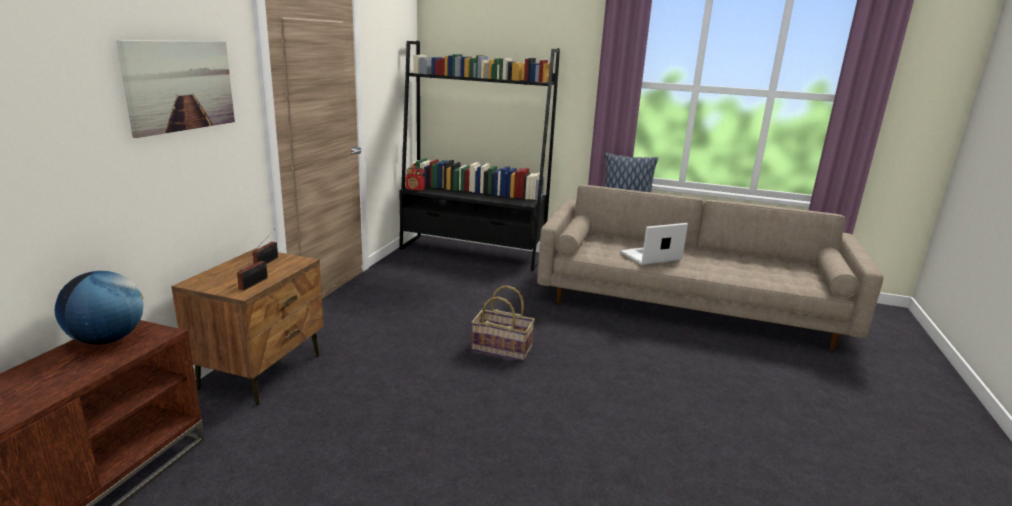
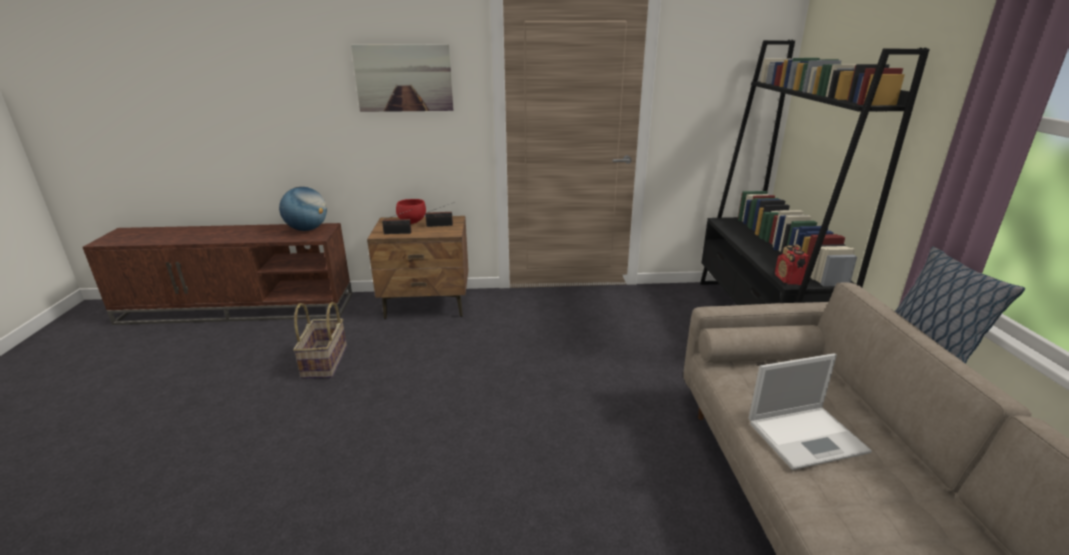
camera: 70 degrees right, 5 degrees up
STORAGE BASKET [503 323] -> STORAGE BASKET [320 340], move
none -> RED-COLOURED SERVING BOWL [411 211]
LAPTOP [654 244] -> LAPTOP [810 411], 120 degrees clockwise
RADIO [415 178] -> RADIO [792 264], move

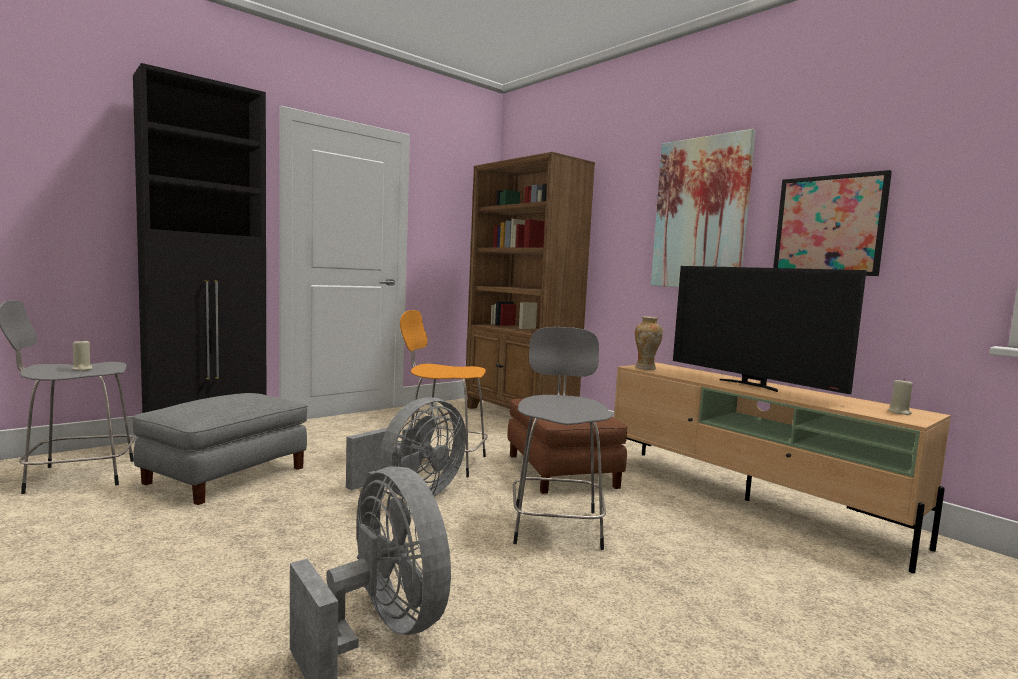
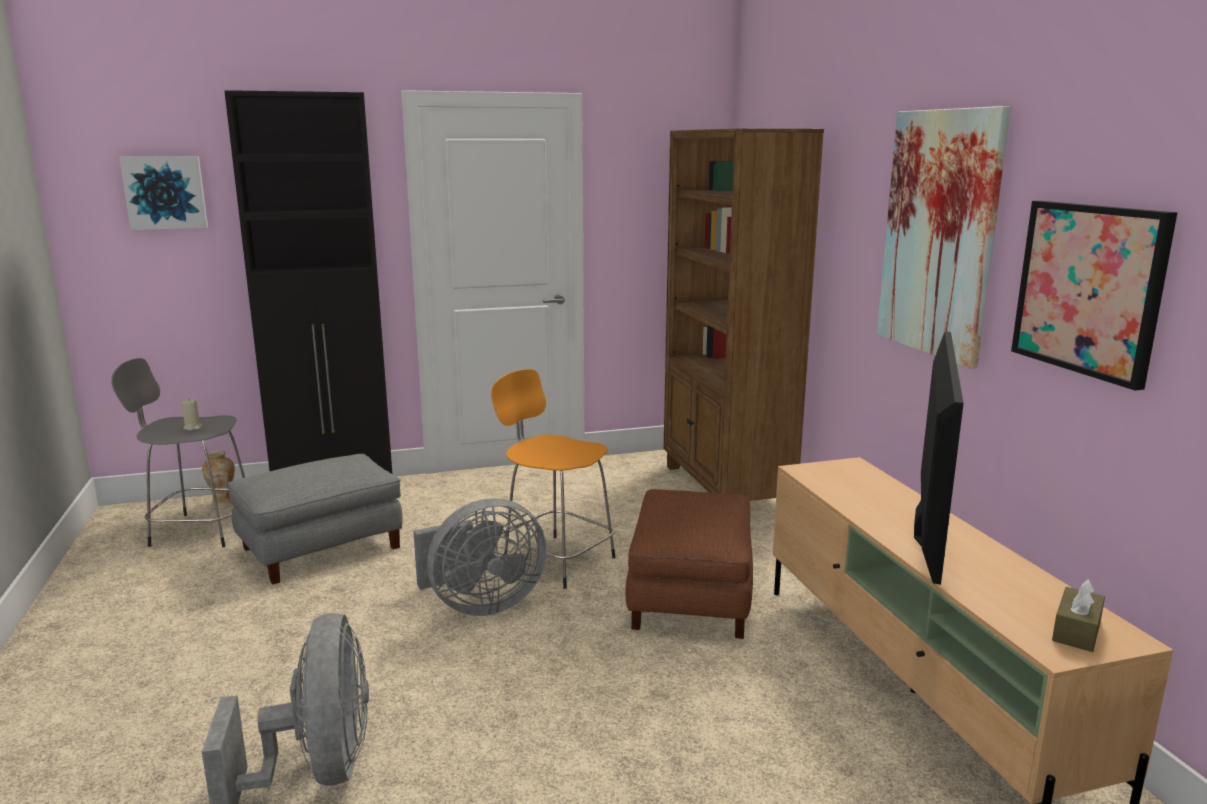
camera: 25 degrees right, 10 degrees up
none -> WALL PICTURE [163 193]
FLOWER VASE [649 343] -> FLOWER VASE [218 479], move
TV [769 330] -> TV [939 458], 150 degrees counterclockwise
SAND-COLOURED CANDLE [900 396] -> BROWNISH TISSUE BOX [1078 615]
GRAY STOOL SEAT [562 438] -> none

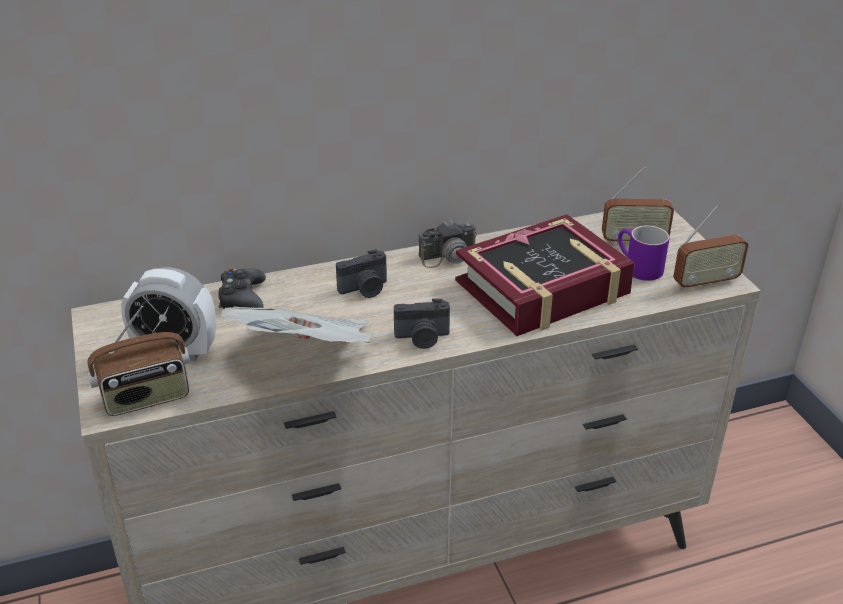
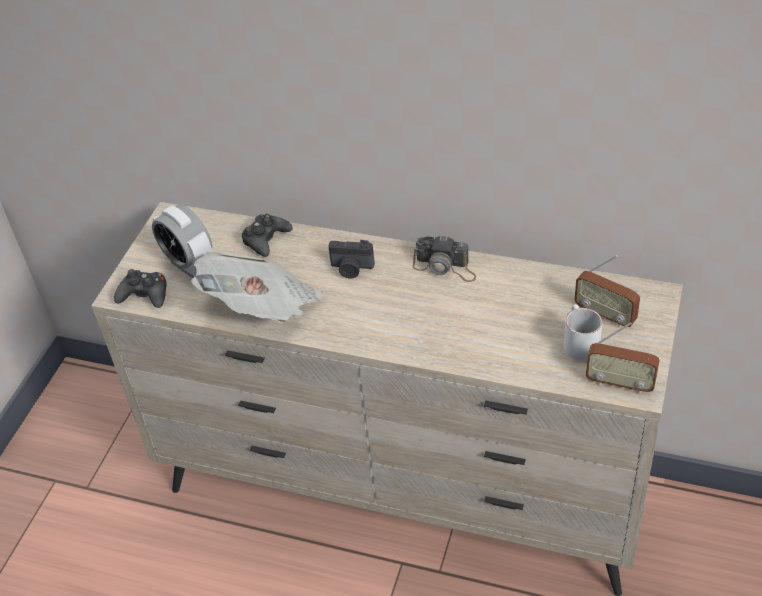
camera: 40 degrees right, 10 degrees up
RADIO [138 361] -> BLACK-COLOURED GAME CONTROLLER [140 288]
PURPLISH TEA MUG [644 253] -> WHITE-COLOURED TEA MUG [583 332]
STILL CAMERA [422 324] -> none
BOOK [545 275] -> none

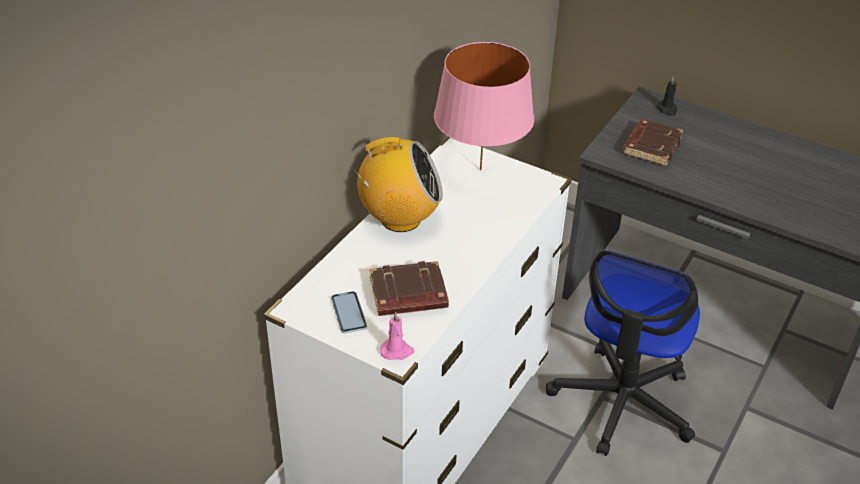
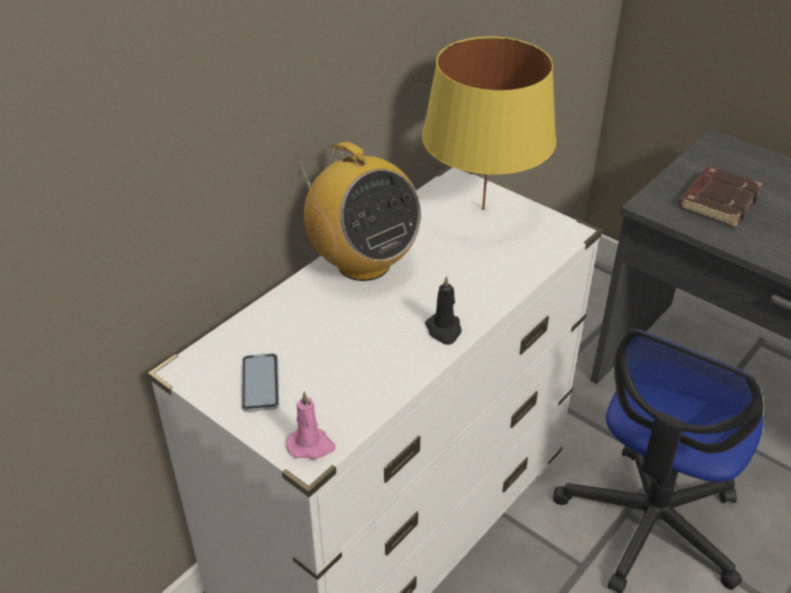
camera: 10 degrees right, 0 degrees up
RADIO [398 184] -> RADIO [360 211], 45 degrees clockwise
PINK-COLOURED TABLETOP LAMP [484 106] -> YELLOW-COLOURED TABLETOP LAMP [489 123]
BLACK-COLOURED CANDLE [666 96] -> BLACK-COLOURED CANDLE [443 310], move
BROWNISH BOOK [409 288] -> none

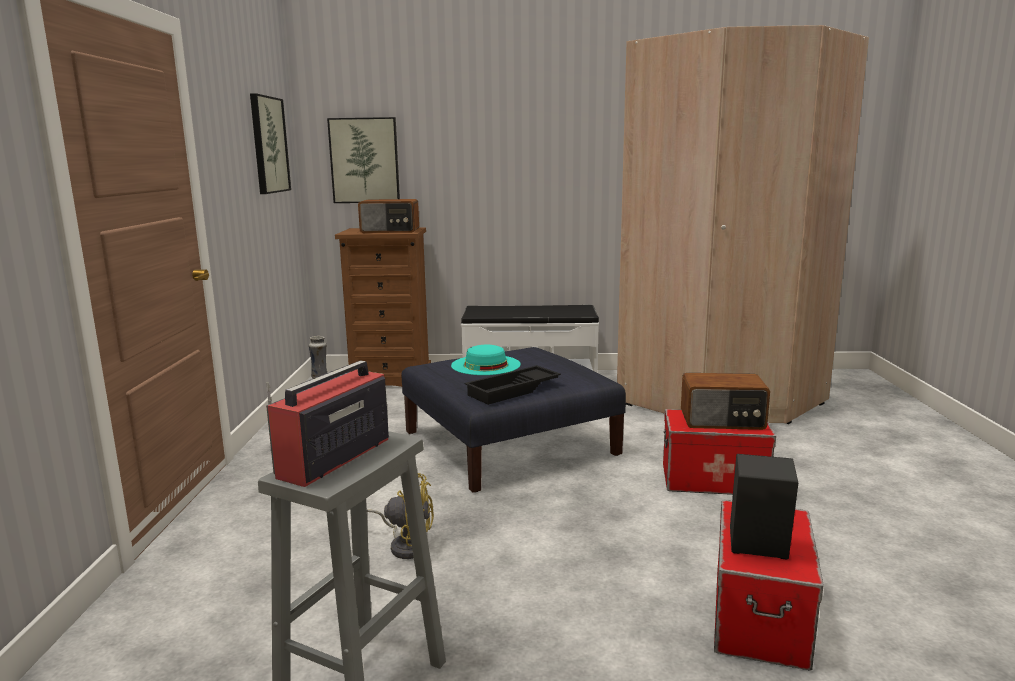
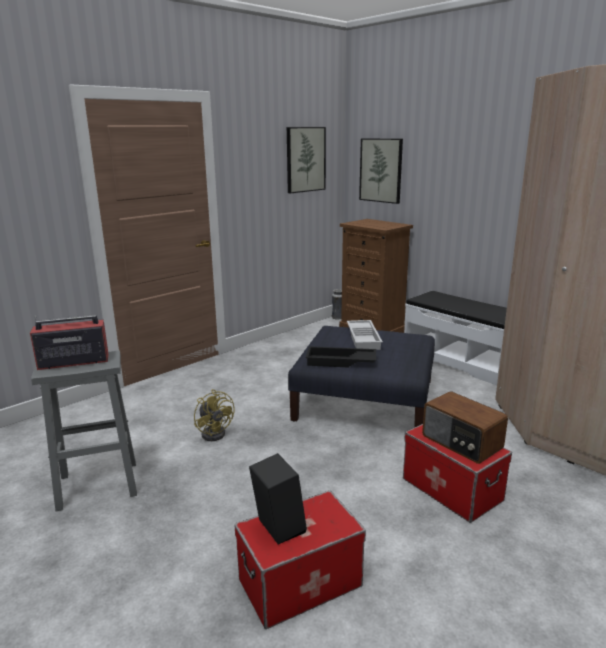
camera: 45 degrees right, 5 degrees up
TURQUOISE CLOTHING HAT [486 360] -> WHITE-COLOURED TRAY [365 335]
RADIO [388 216] -> none

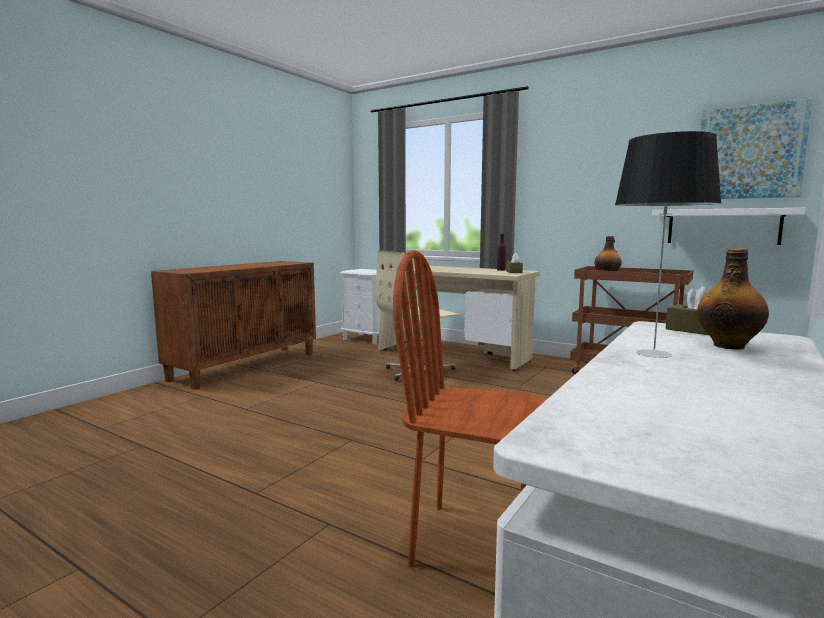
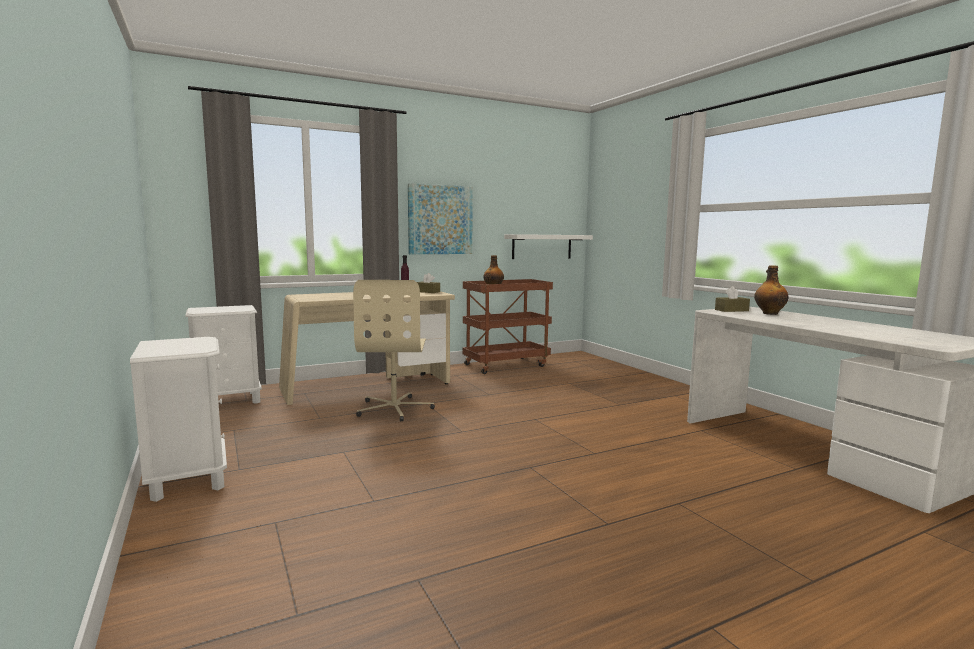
camera: 60 degrees left, 0 degrees up
BROWNISH STORAGE CABINET [233 325] -> WHITE-COLOURED NIGHTSTAND [178 419]
WALL PICTURE [756 149] -> WALL PICTURE [440 218], move
BROWNISH UPRIGHT CHAIR [470 408] -> none
TABLETOP LAMP [668 244] -> none

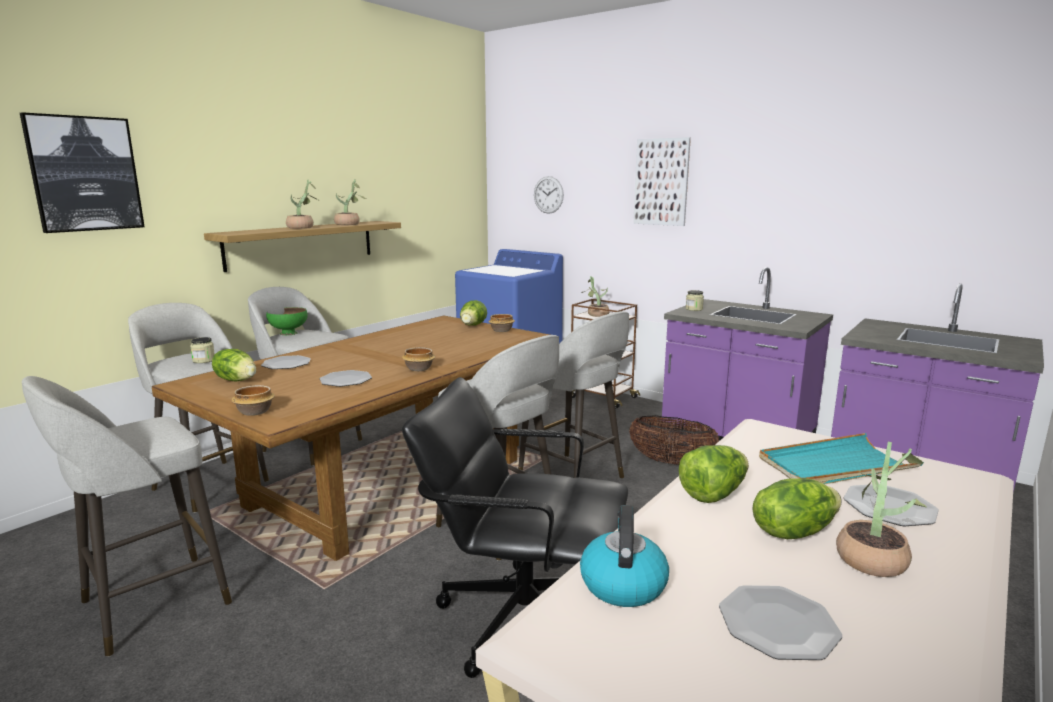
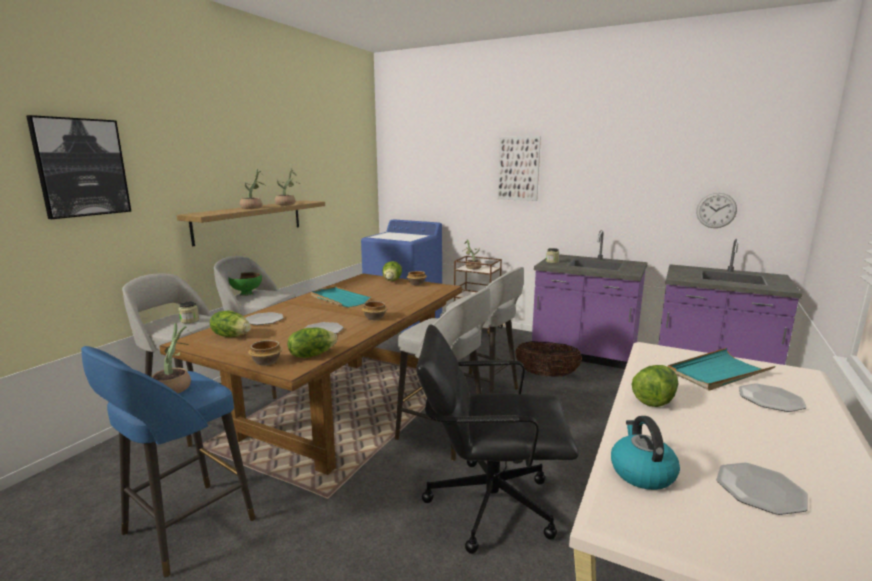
camera: 10 degrees left, 0 degrees up
GRAY STOOL SEAT [127 516] -> BLUE STOOL SEAT [168 462]
POTTED PLANT [881 509] -> POTTED PLANT [172 358], move
LETTUCE HEAD [796 508] -> LETTUCE HEAD [312 342], move
none -> TURQUOISE TRAY [341 296]
CLOCK ON THE WALL [549 195] -> CLOCK ON THE WALL [716 210], move

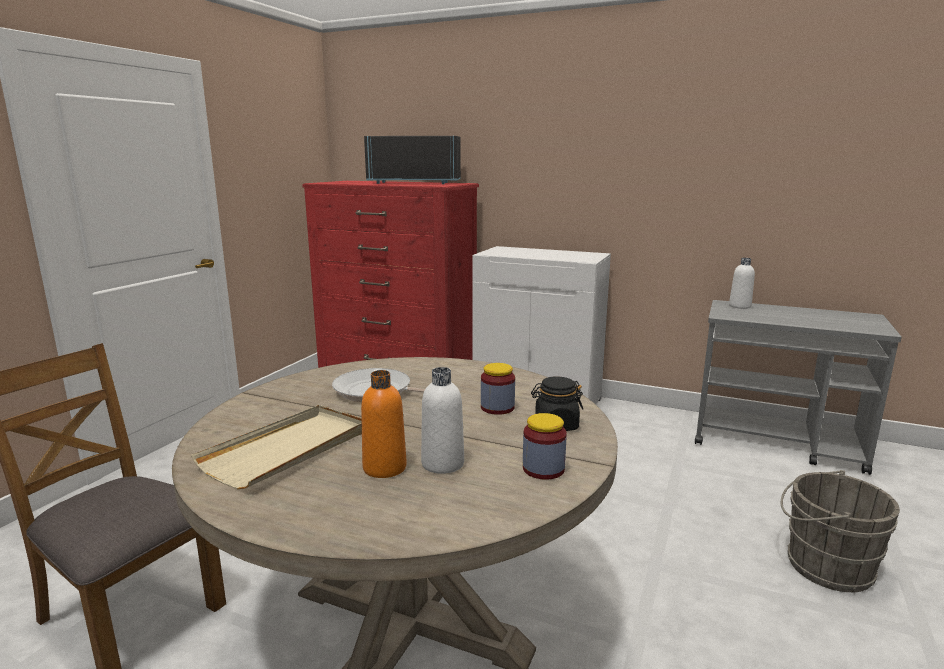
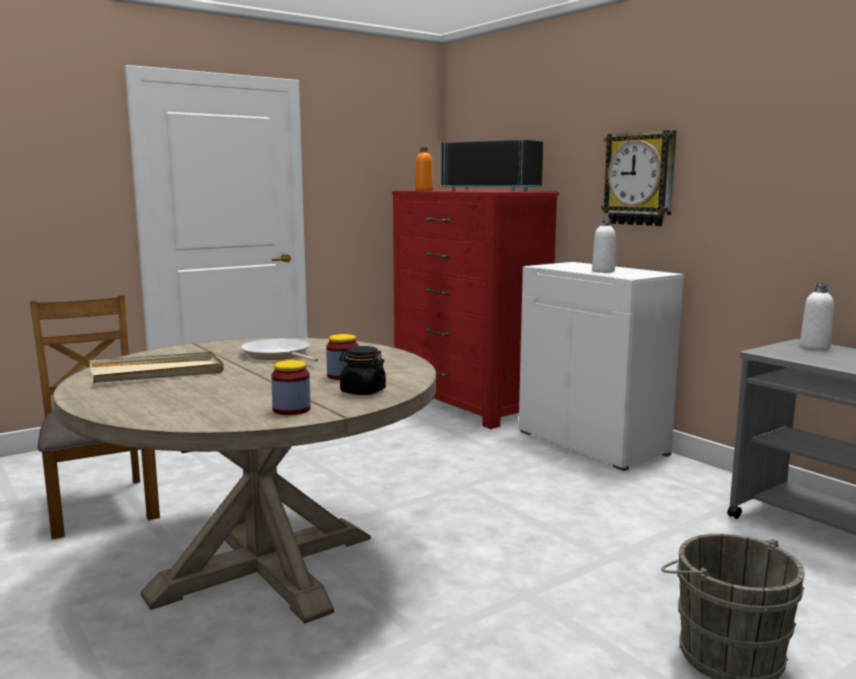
camera: 30 degrees right, 5 degrees down
ORANGE-COLOURED BEVERAGE BOTTLE [384 424] -> ORANGE-COLOURED BEVERAGE BOTTLE [424 169], move
WHITE-COLOURED BEVERAGE BOTTLE [442 420] -> WHITE-COLOURED BEVERAGE BOTTLE [604 246], move
none -> CLOCK ON THE WALL [638 178]

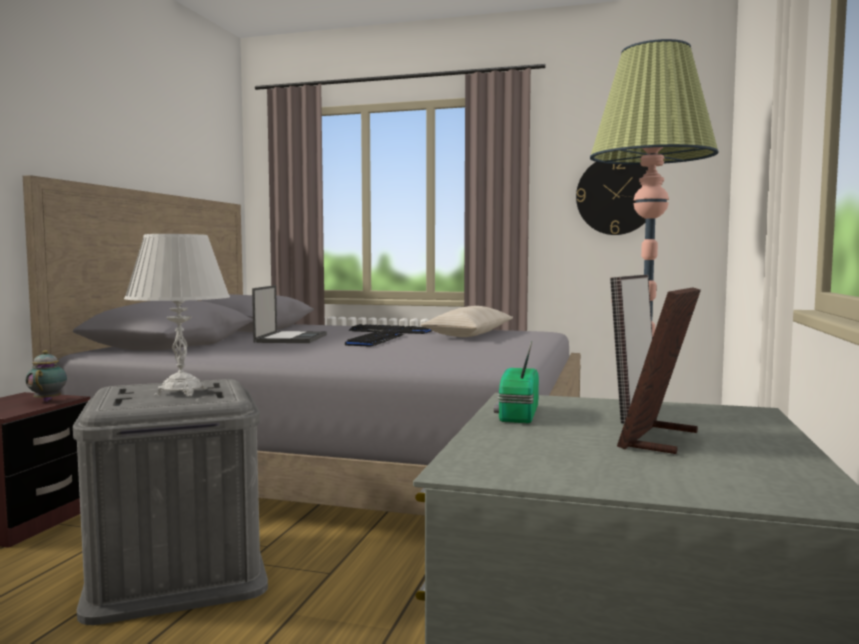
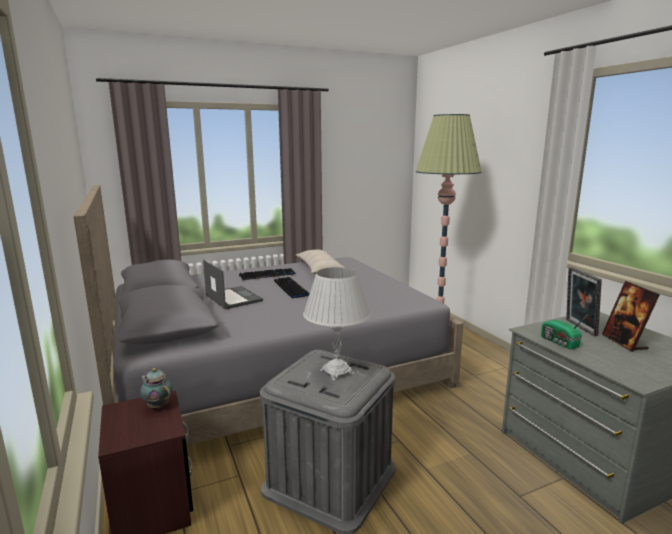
camera: 40 degrees left, 10 degrees up
CLOCK ON THE WALL [612 198] -> none

